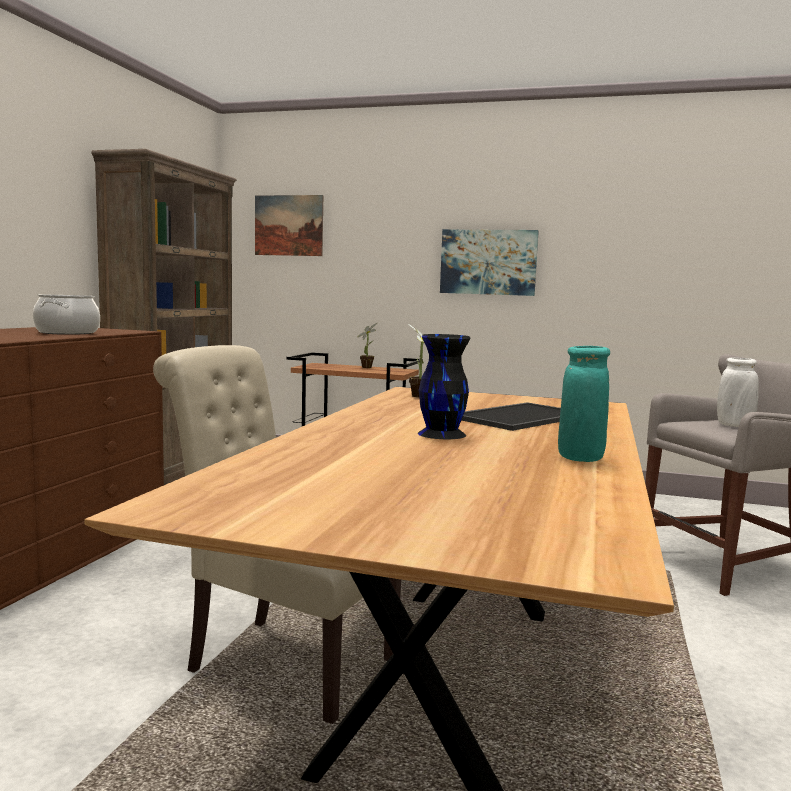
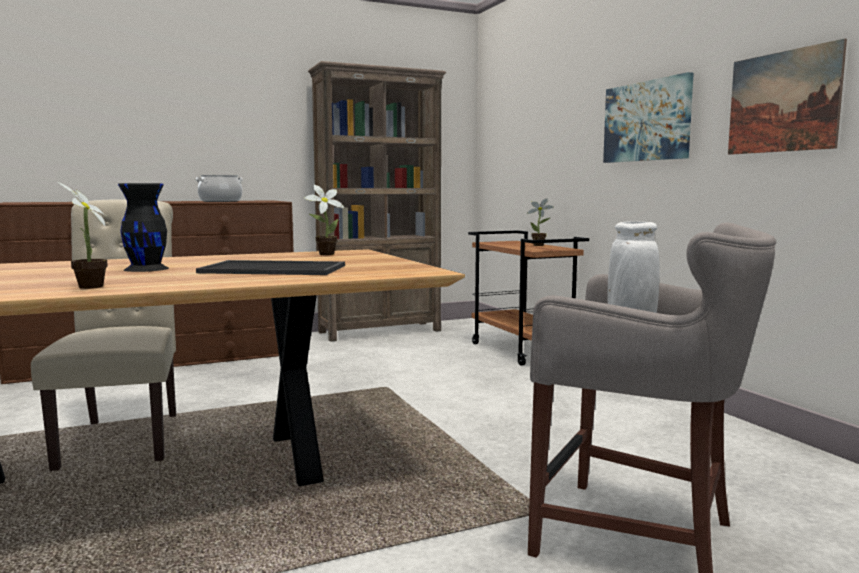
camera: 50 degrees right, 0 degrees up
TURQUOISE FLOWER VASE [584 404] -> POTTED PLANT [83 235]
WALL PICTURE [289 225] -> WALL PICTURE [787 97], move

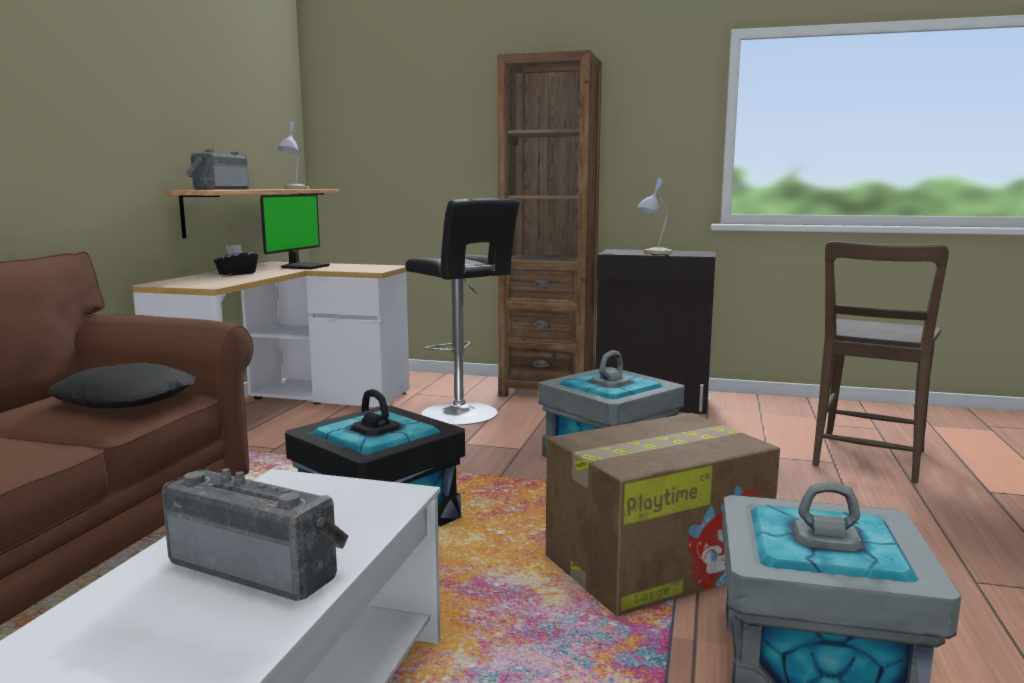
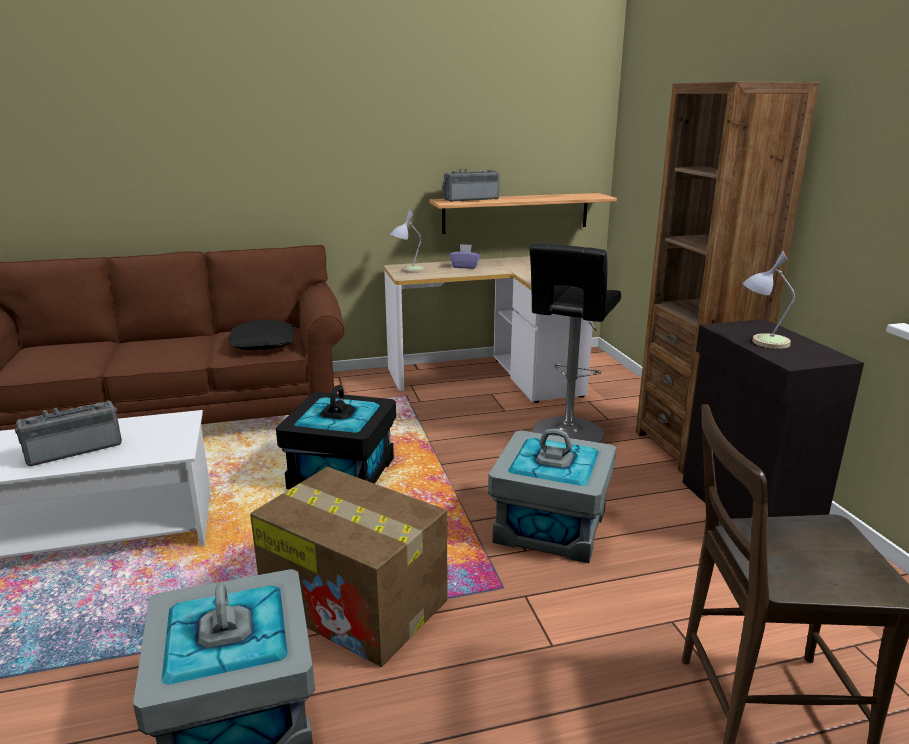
camera: 60 degrees right, 10 degrees up
RADIO [255 534] -> RADIO [68 433], 120 degrees counterclockwise
TABLETOP LAMP [293 155] -> TABLETOP LAMP [407 241], move
BLACK-COLOURED TISSUE BOX [236 260] -> PURPLISH TISSUE BOX [465 256]
COMPUTER DISPLAY [295 231] -> none

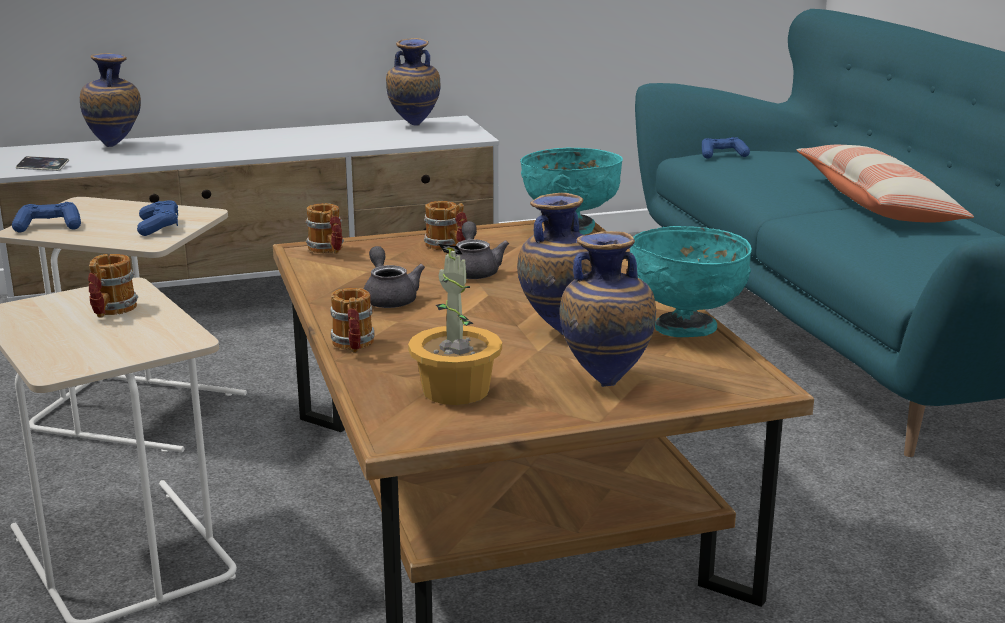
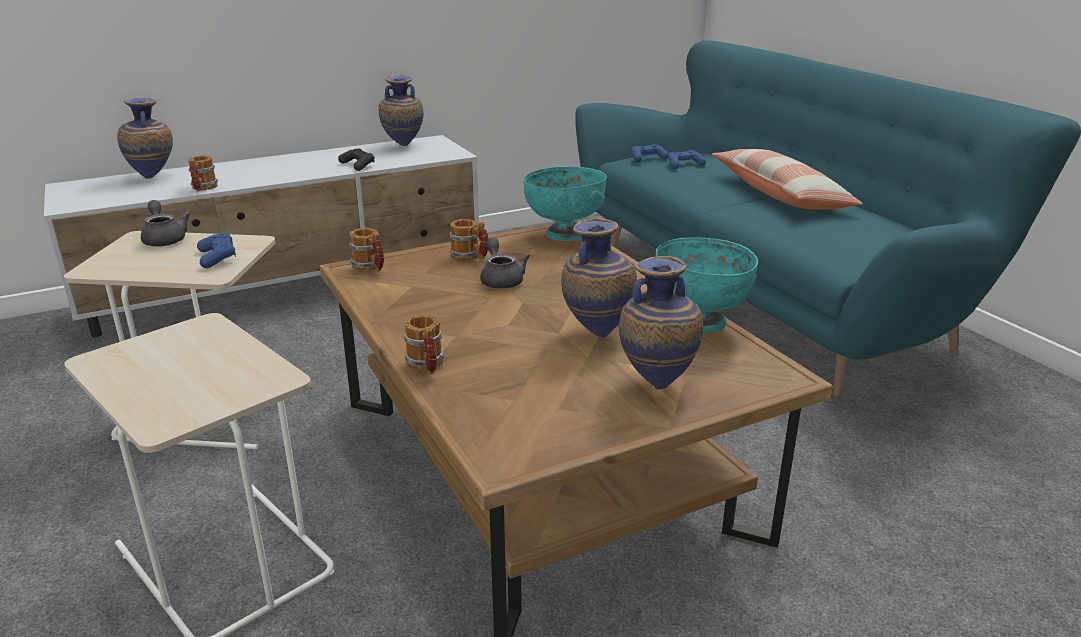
camera: 10 degrees left, 5 degrees up
GRAY TEAPOT [394 277] -> GRAY TEAPOT [166 223], move
TEA MUG [113 286] -> TEA MUG [203 173], move
none -> BLACK-COLOURED GAME CONTROLLER [356 160]
BLUE GAME CONTROLLER [46 217] -> BLUE GAME CONTROLLER [687 159], move
HANDSET [42 163] -> none
POTTED PLANT [455 324] -> none

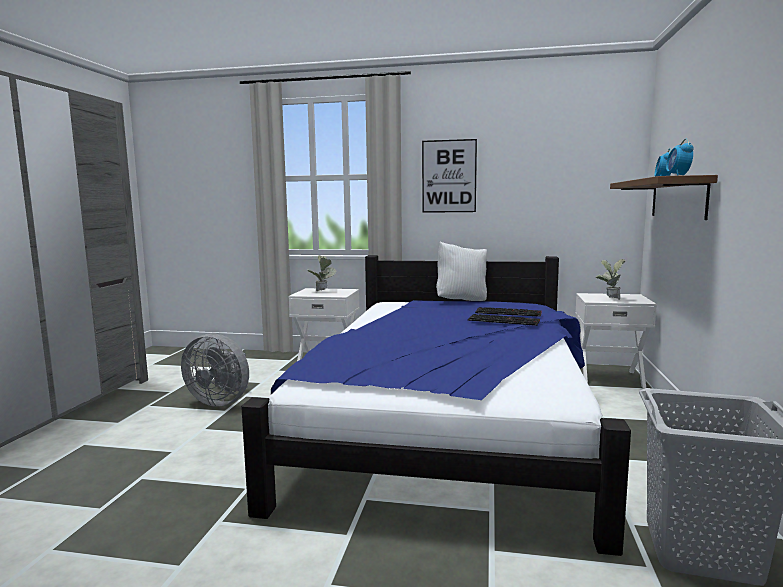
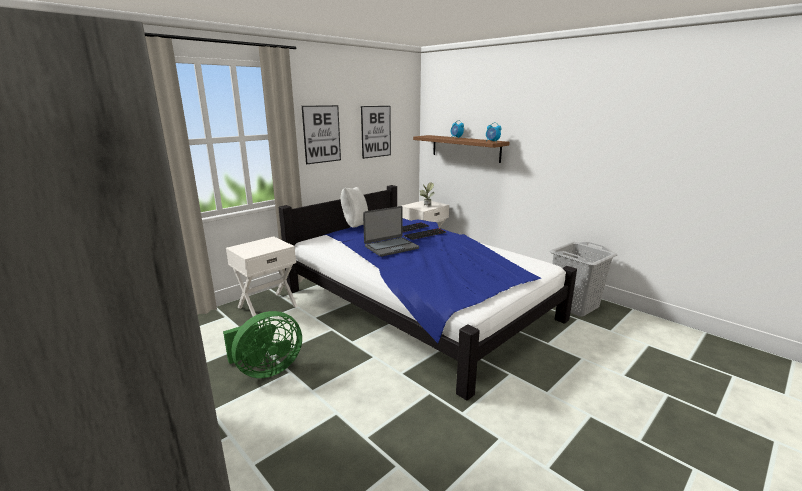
camera: 55 degrees left, 10 degrees up
GRAY COOLING FAN [215 370] -> GREEN-COLOURED COOLING FAN [262 344]
none -> WALL PICTURE [376 132]
none -> LAPTOP [391 231]
POTTED PLANT [321 273] -> none

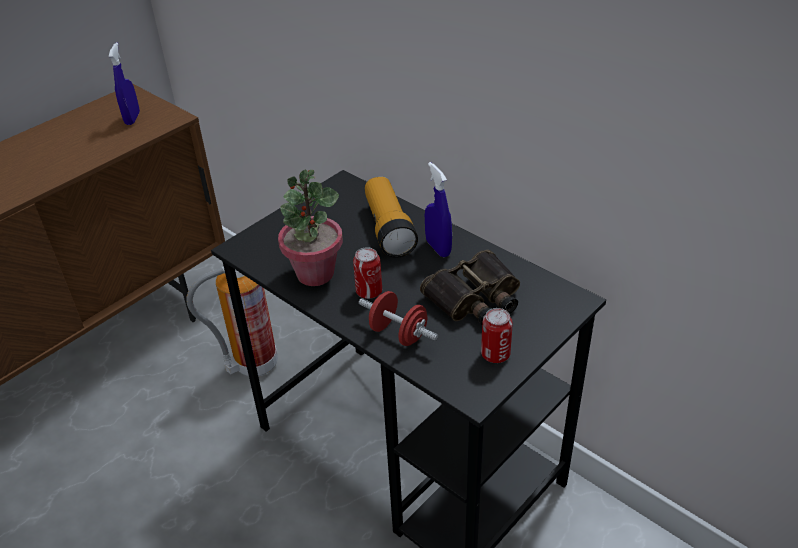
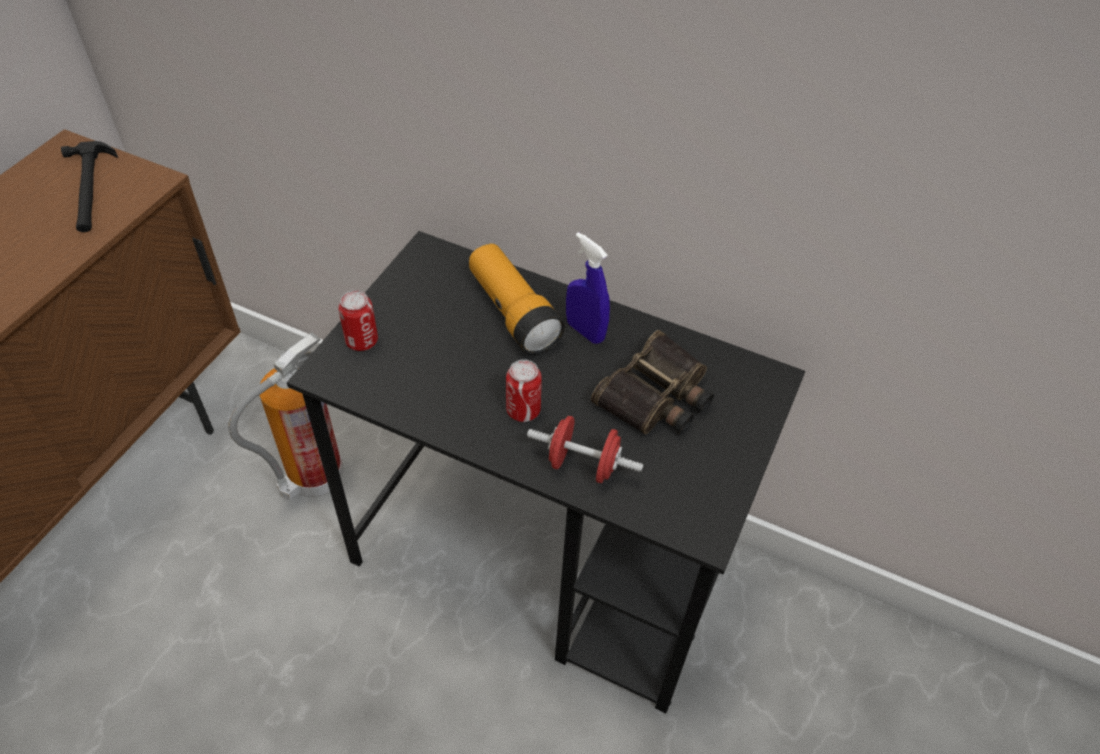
camera: 20 degrees left, 10 degrees up
BLUE HAND SPRAYER [124 83] -> HAMMER [89 186]
SEALED CAN [497 335] -> SEALED CAN [358 320], move
POTTED PLANT [310 227] -> none

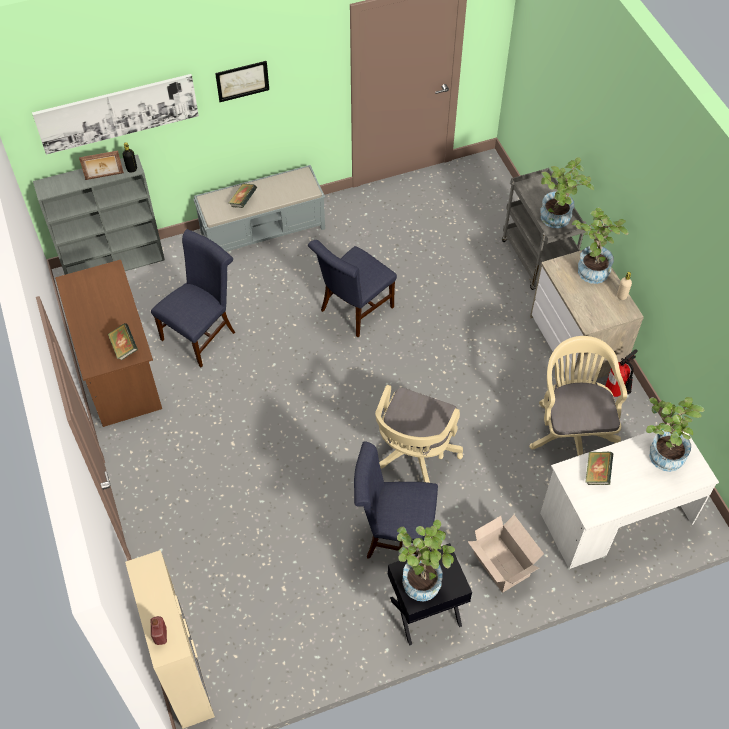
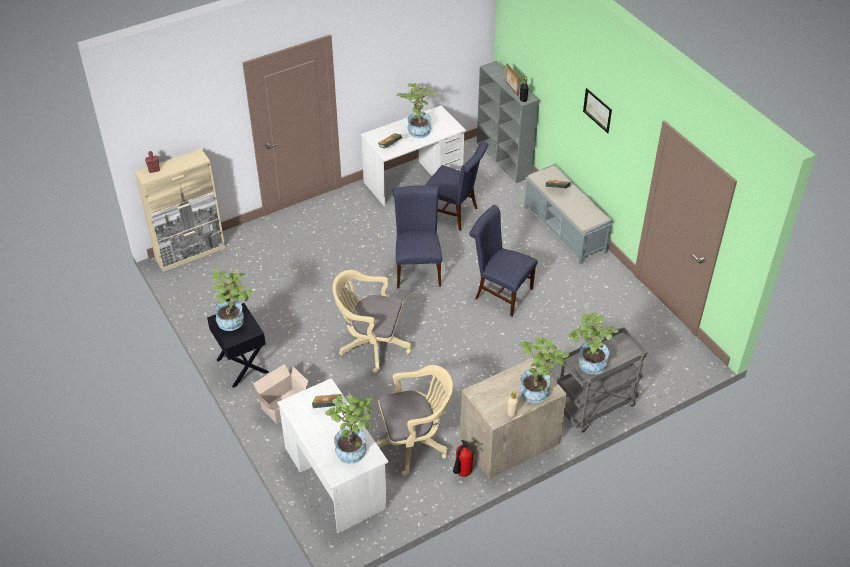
camera: 80 degrees right, 10 degrees down
BROWNISH DESK UNIT [108 343] -> WHITE-COLOURED DESK UNIT [413 156]
BLUE UPRIGHT CHAIR [396 500] -> BLUE UPRIGHT CHAIR [417 236], move
none -> POTTED PLANT [416 110]
WALL PICTURE [115 114] -> none

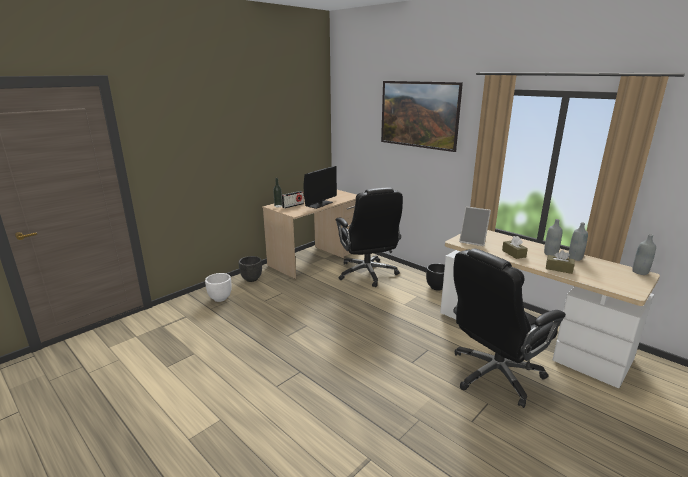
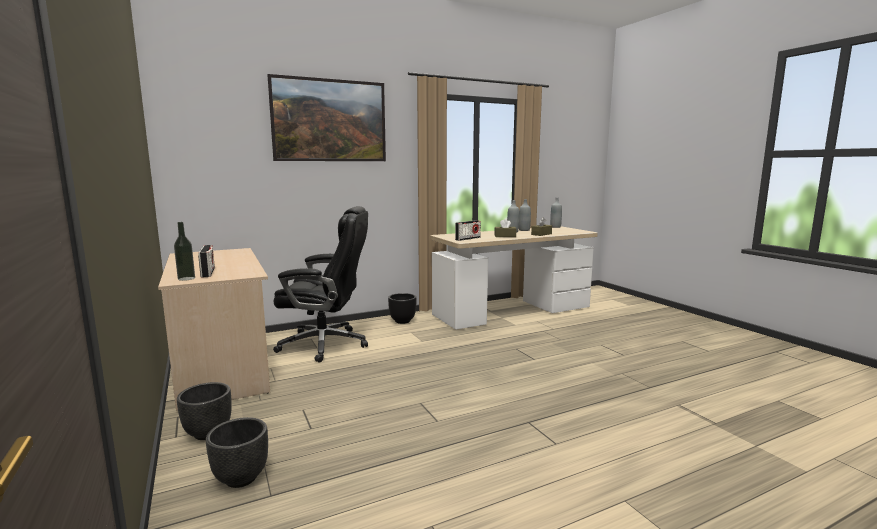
camera: 70 degrees left, 10 degrees down
WHITE-COLOURED PLANT POT [218 287] -> BLACK-COLOURED PLANT POT [237 452]
STANDING FRAME [475 226] -> RADIO [468 230]
COMPUTER DISPLAY [320 187] -> none
BLACK-COLOURED OFFICE CHAIR [509 328] -> none

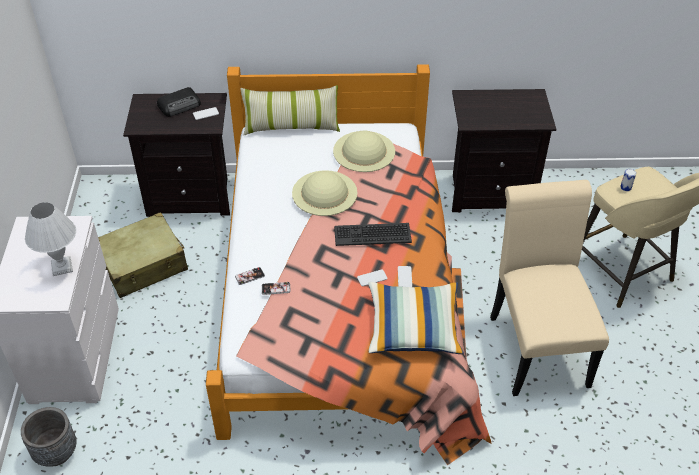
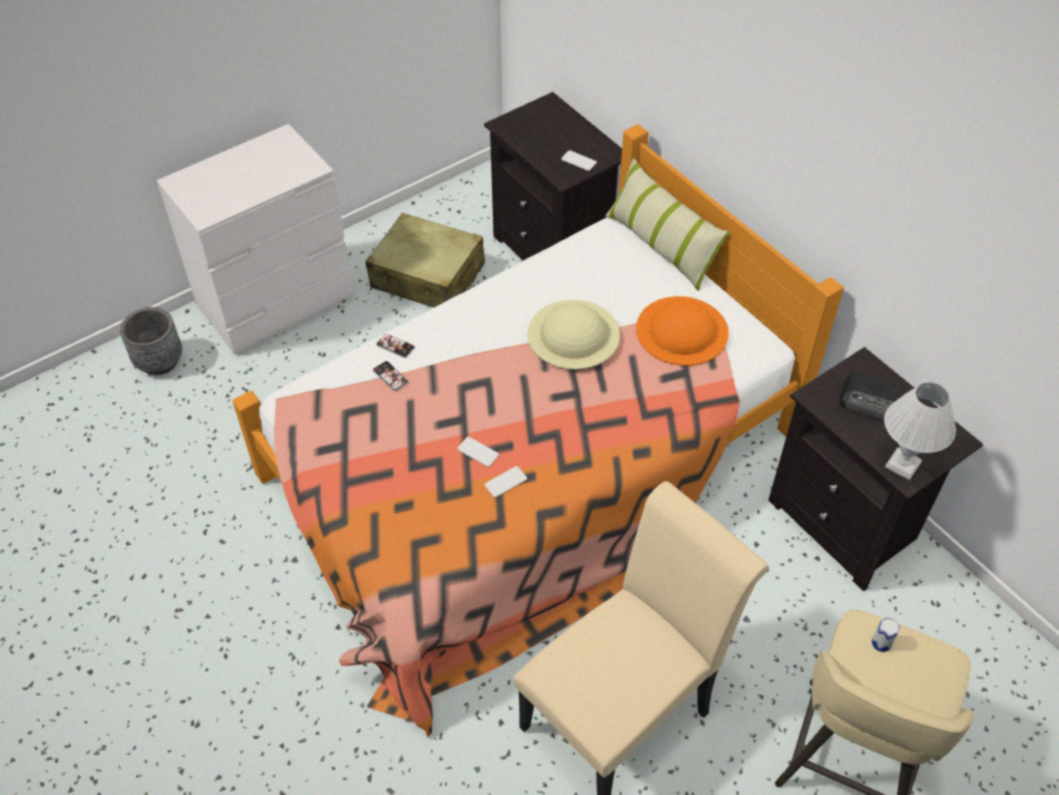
camera: 55 degrees right, 5 degrees up
SAND-COLOURED CLOTHING HAT [364 151] -> ORANGE-COLOURED CLOTHING HAT [682 331]
RADIO [179 102] -> RADIO [875 397], move
WHITE-COLOURED TABLETOP LAMP [50 239] -> WHITE-COLOURED TABLETOP LAMP [920 431], move
PC KEYBOARD [373 234] -> none
PILLOW [416 318] -> none

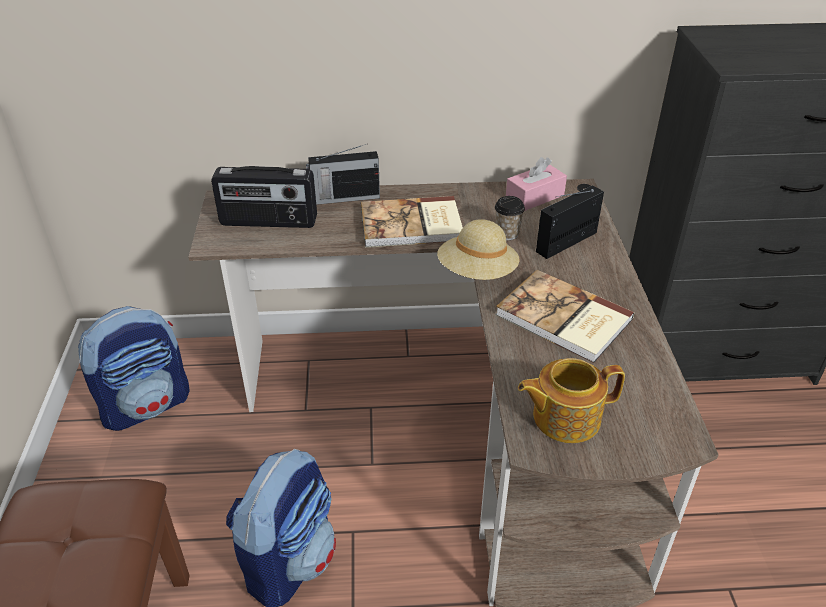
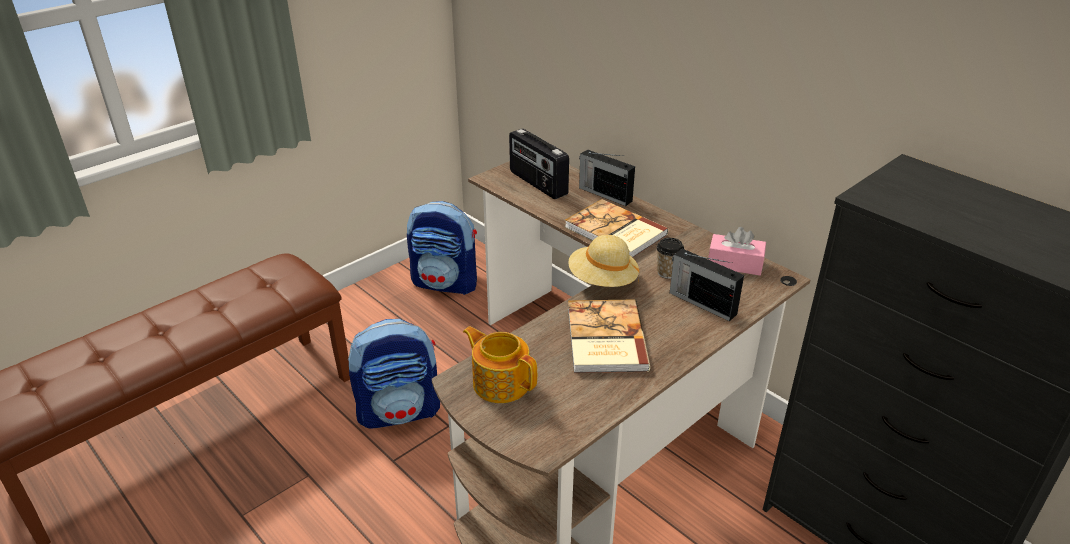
camera: 50 degrees right, 5 degrees down
RADIO [570 222] -> RADIO [707 285], 150 degrees counterclockwise

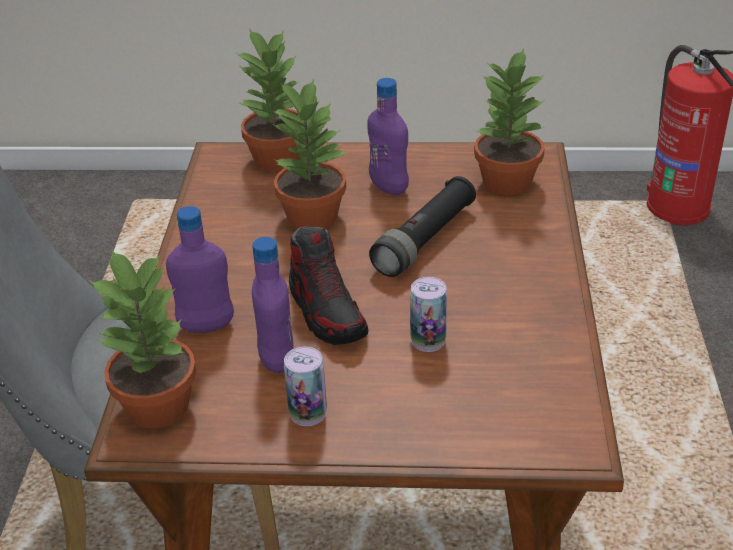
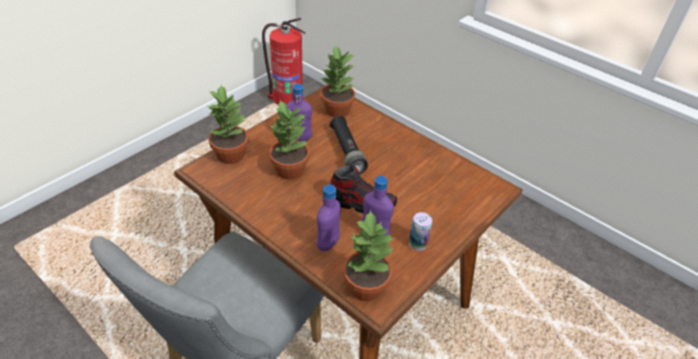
camera: 55 degrees left, 5 degrees up
SEALED CAN [428 314] -> none

